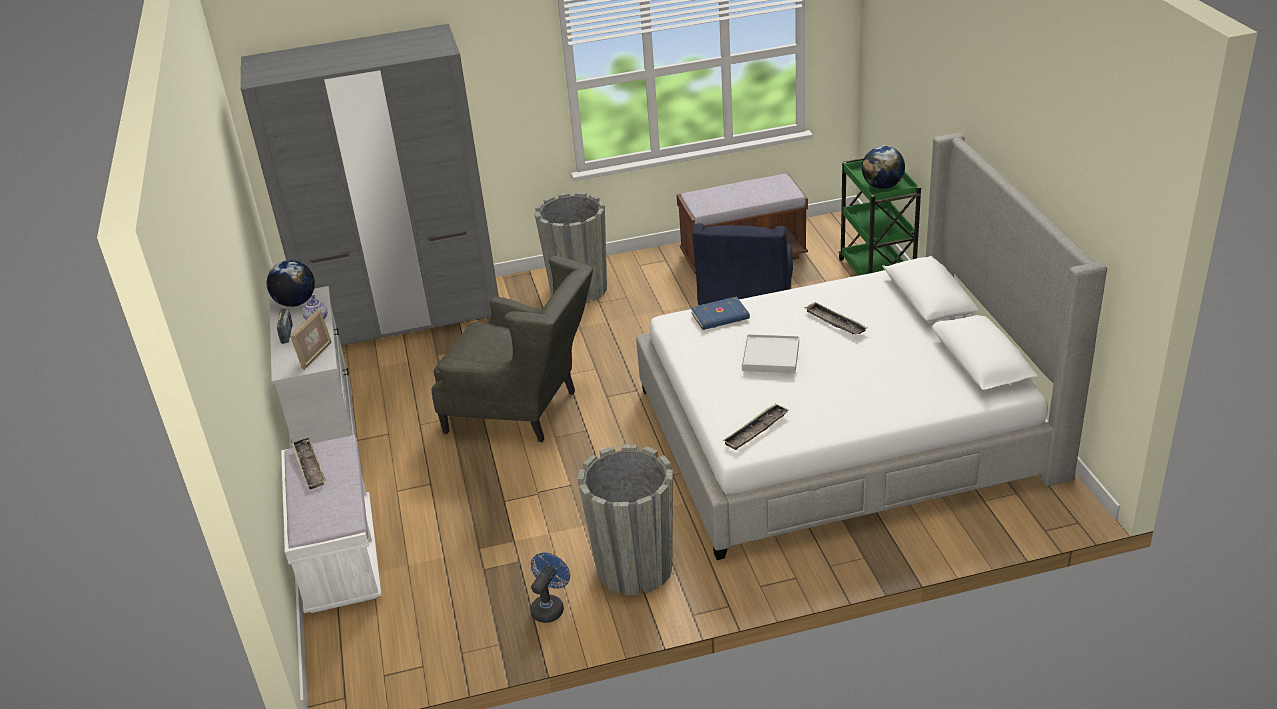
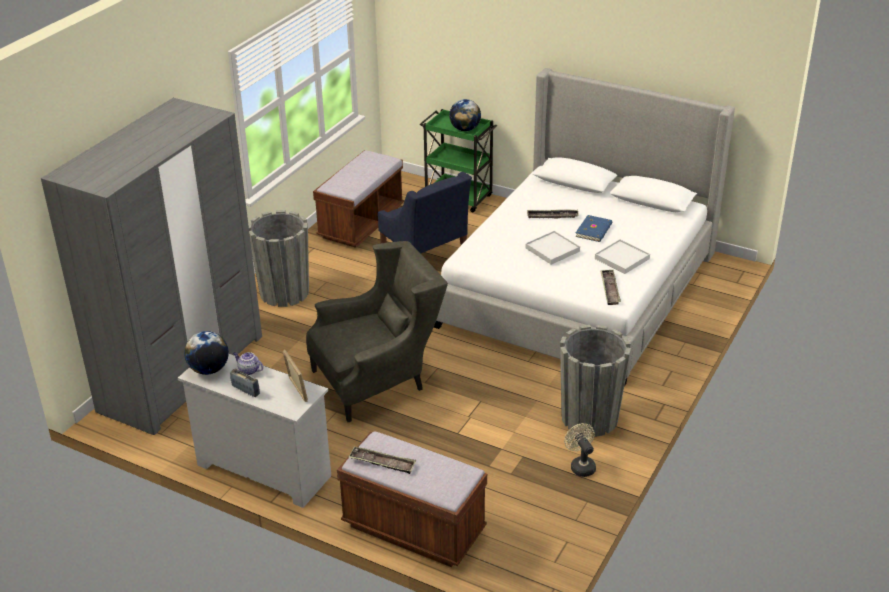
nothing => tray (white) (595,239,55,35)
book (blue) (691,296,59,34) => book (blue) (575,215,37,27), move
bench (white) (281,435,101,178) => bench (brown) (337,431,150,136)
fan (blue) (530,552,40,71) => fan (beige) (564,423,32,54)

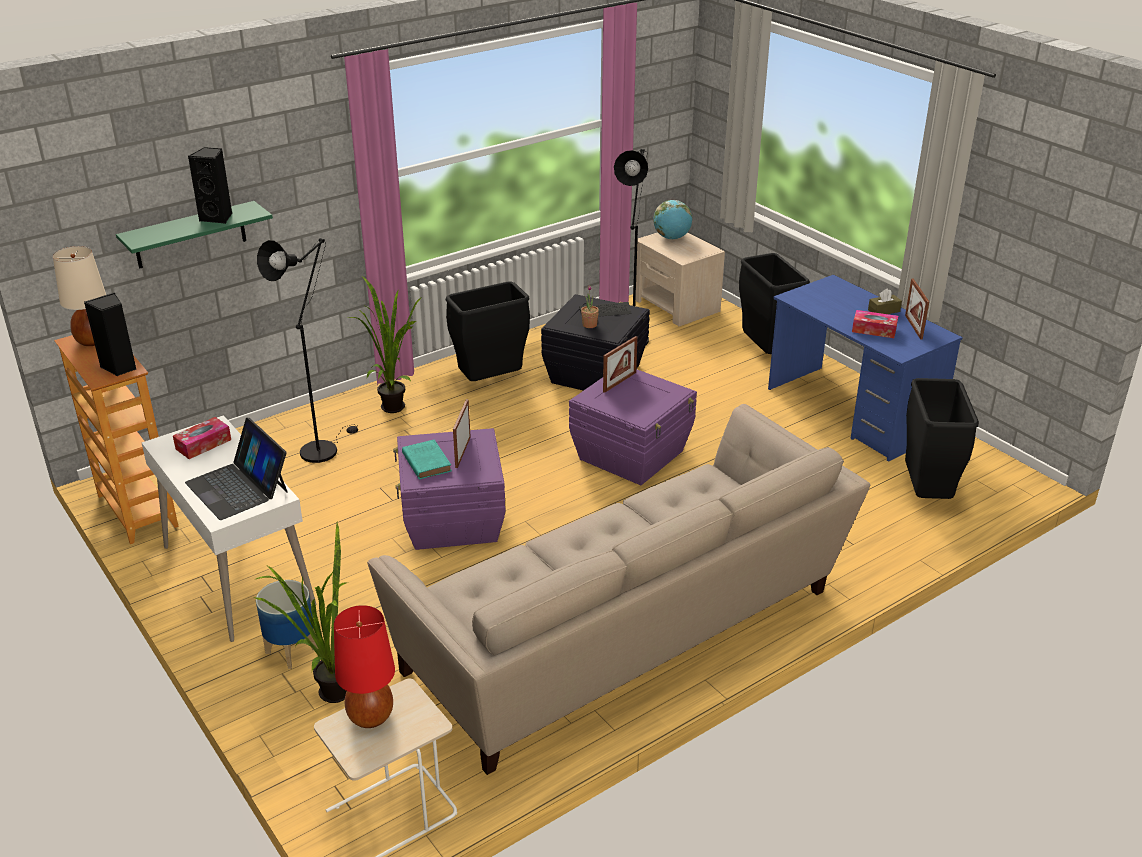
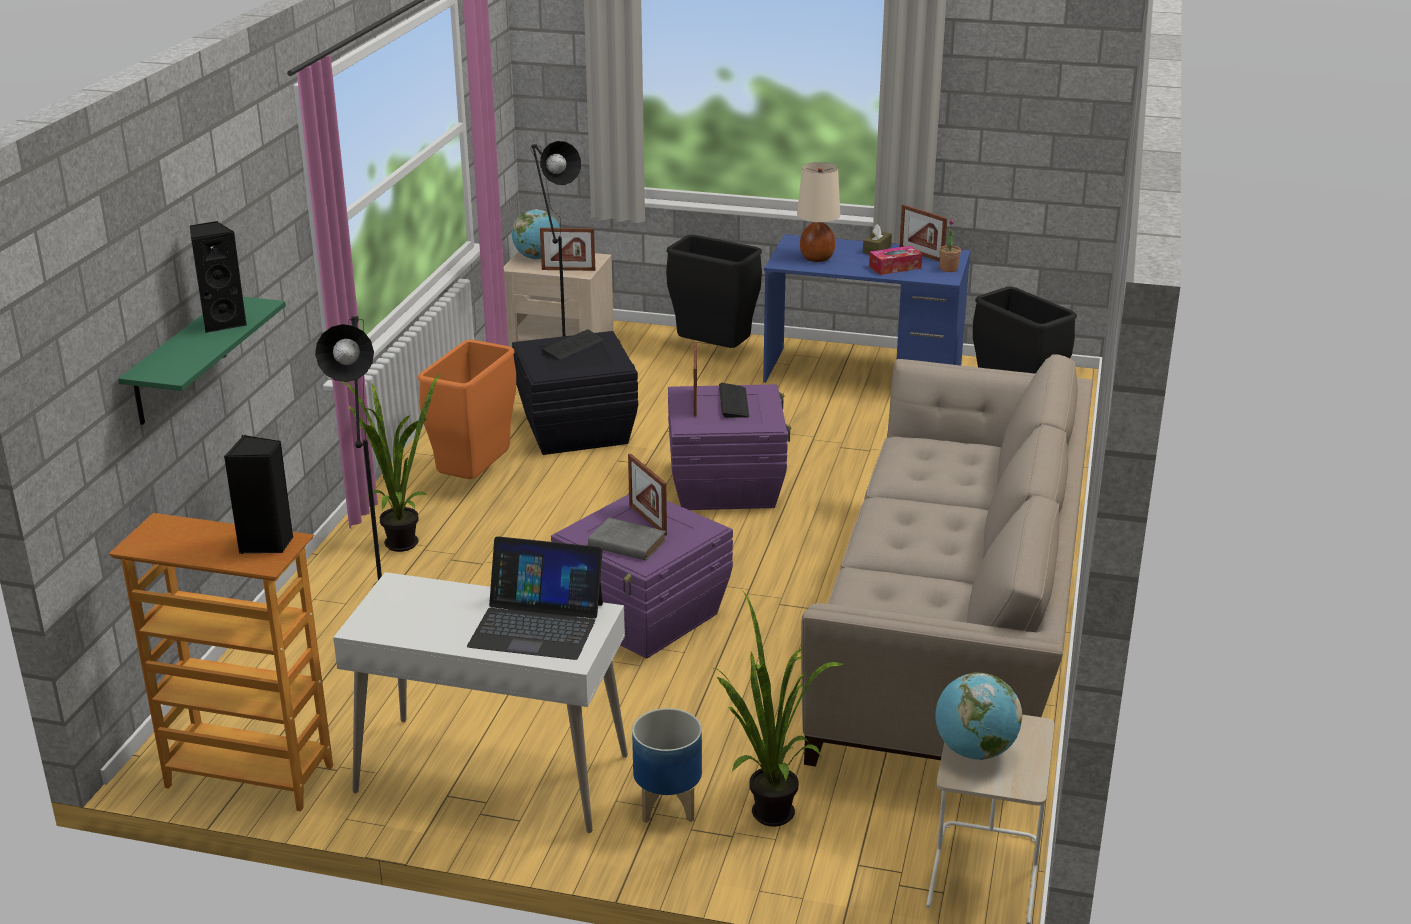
tissue box (173,417,58,42) => nothing
nothing => picture frame (540,228,55,43)
nothing => keyboard (719,383,30,35)
table lamp (beige) (53,246,53,100) => table lamp (beige) (797,162,43,100), move
potted plant (581,285,18,43) => potted plant (939,218,22,54), move
table lamp (red) (334,605,61,123) => globe (935,673,87,87)
book (turquoise) (402,440,50,39) => book (grey) (588,518,78,43)
trash can (black) (445,281,85,100) => trash can (orange) (418,340,98,139)

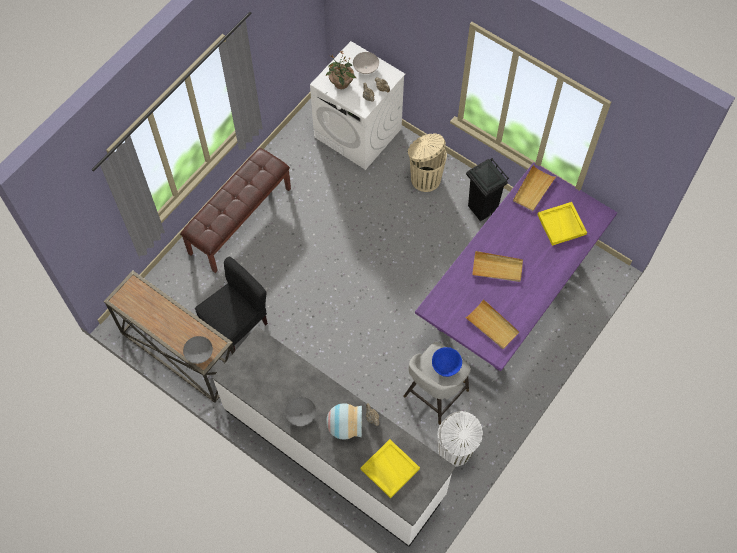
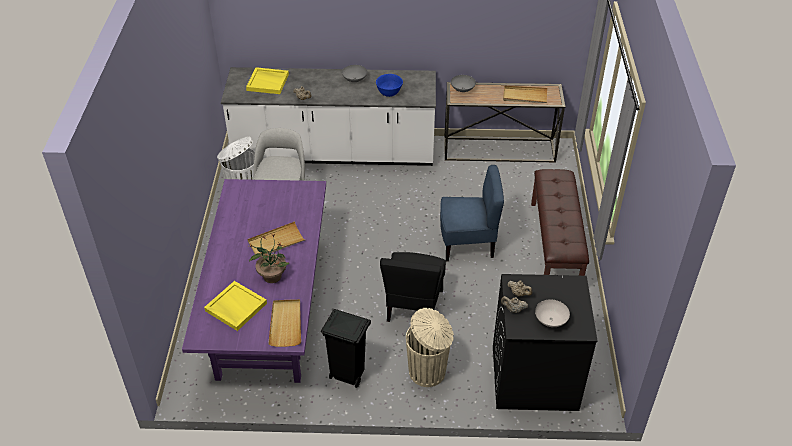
vase (326,403,36,36) => nothing
nothing => chair (blue) (440,165,64,97)
chair (black) (195,256,73,97) => chair (black) (380,252,66,70), move
potted plant (326,50,30,39) => potted plant (248,234,41,49), move
bowl (blue) (432,347,30,30) => bowl (blue) (376,74,27,23), move
tray (beige) (465,299,54,50) => tray (beige) (503,86,45,17), move
washing machine (white) (310,41,95,129) => washing machine (black) (493,274,105,137)

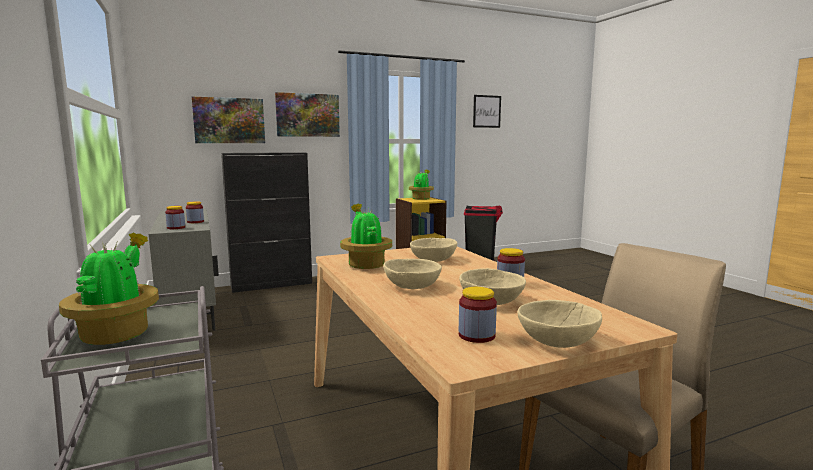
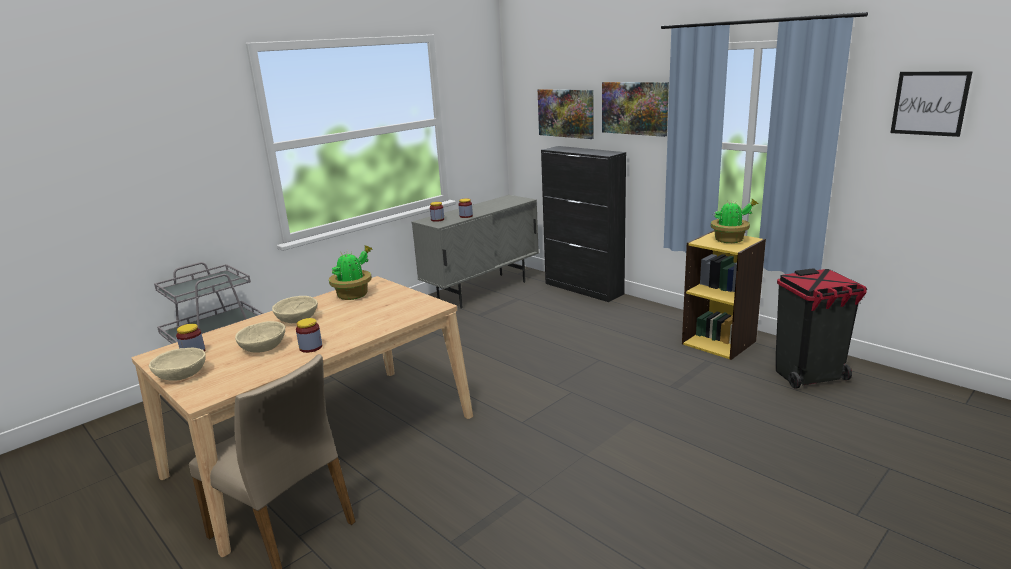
potted plant (59,233,100,112) => nothing
bowl (beige) (410,238,47,24) => nothing

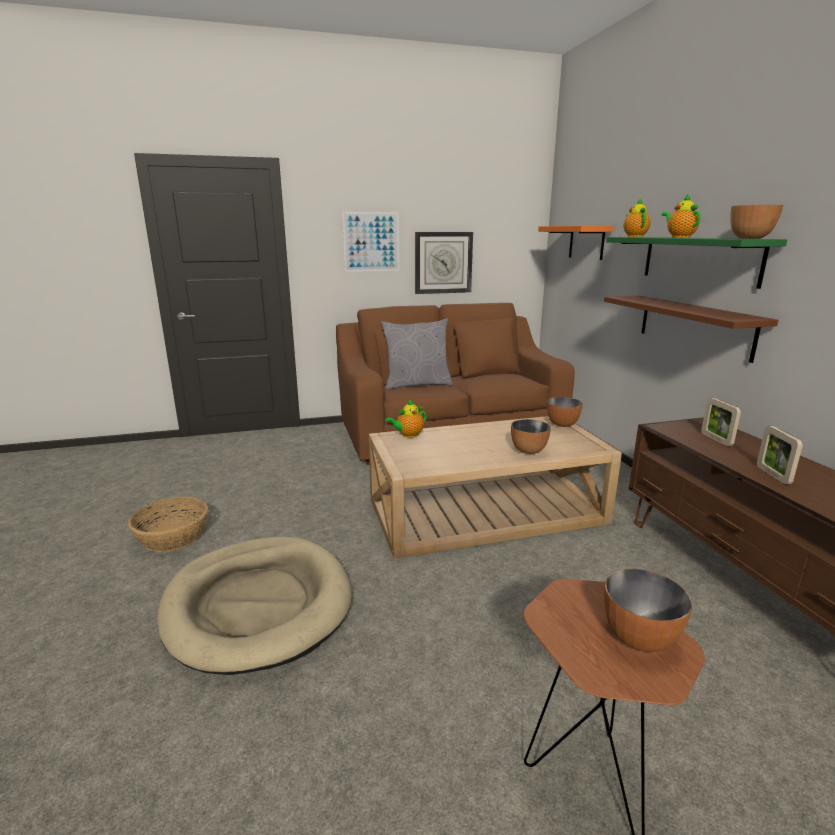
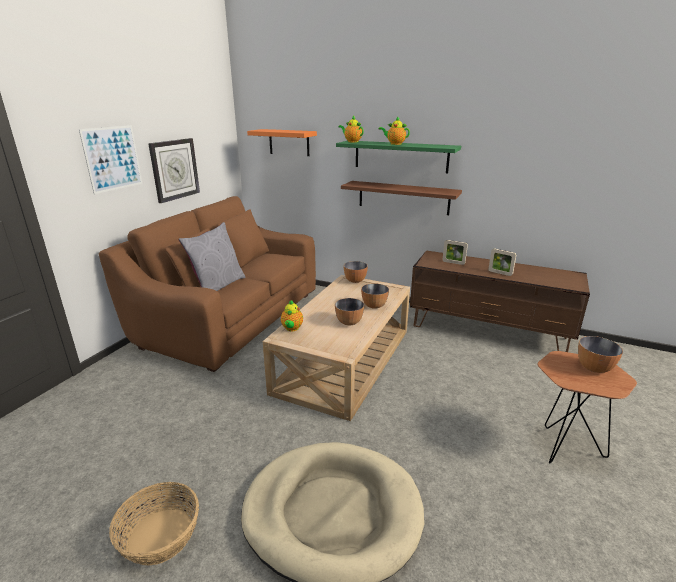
bowl (730,205,53,34) => bowl (335,298,29,27), move

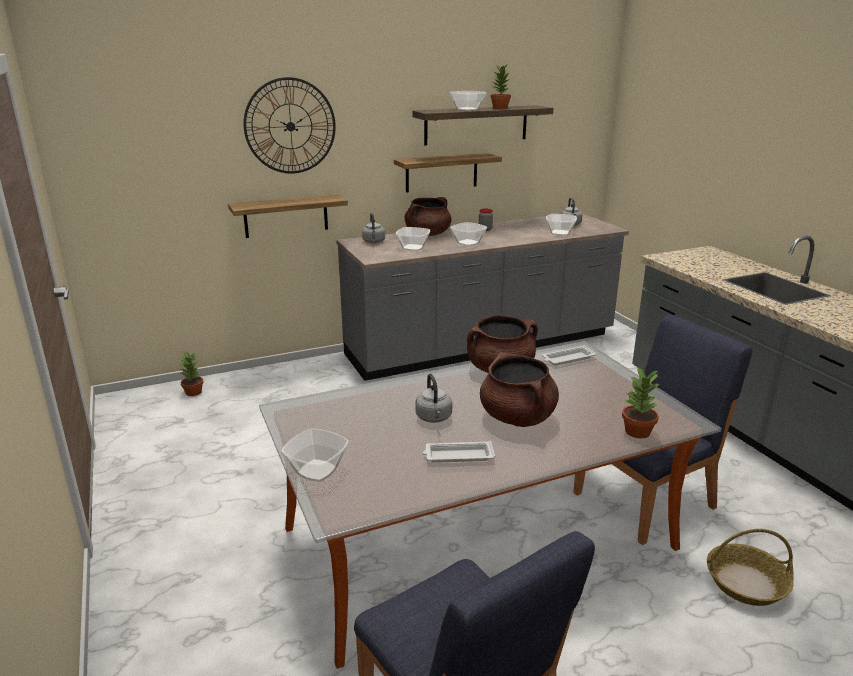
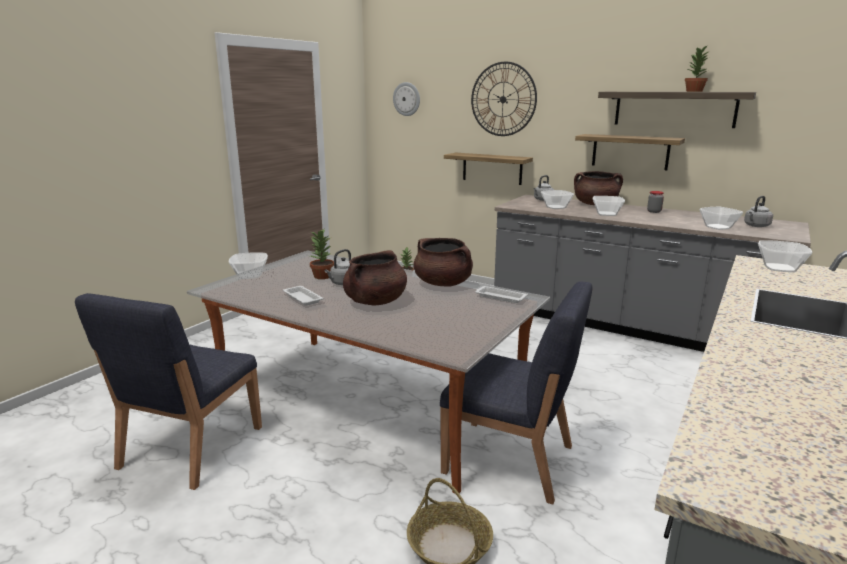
nothing => wall clock (393,82,27,34)
bowl (449,91,37,20) => bowl (758,240,54,32), move
potted plant (622,366,38,72) => potted plant (310,229,24,50), move

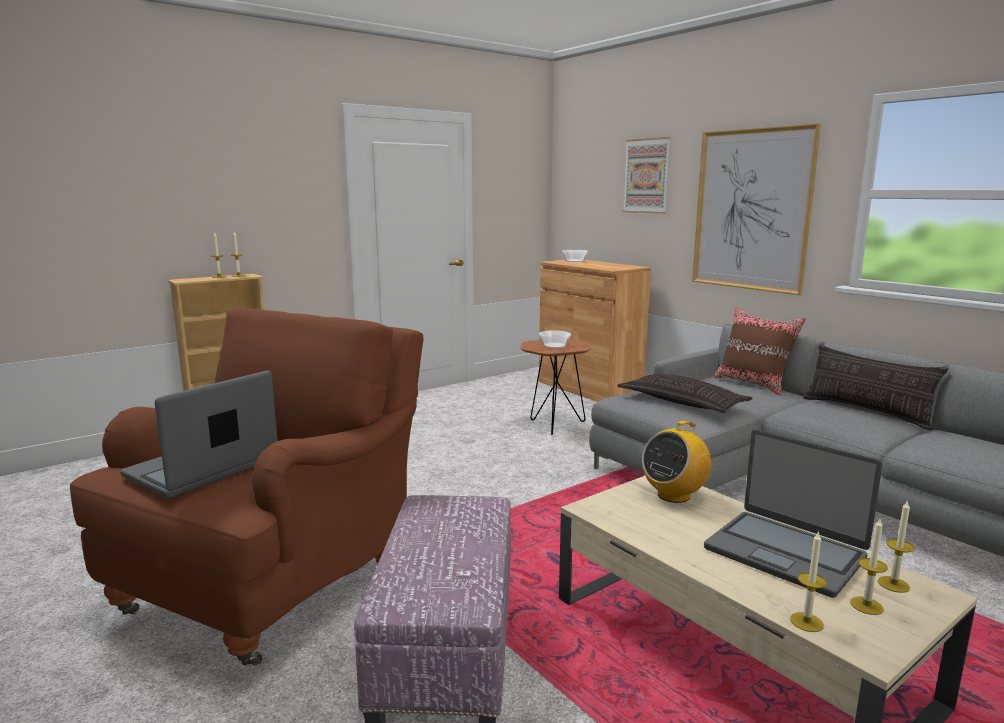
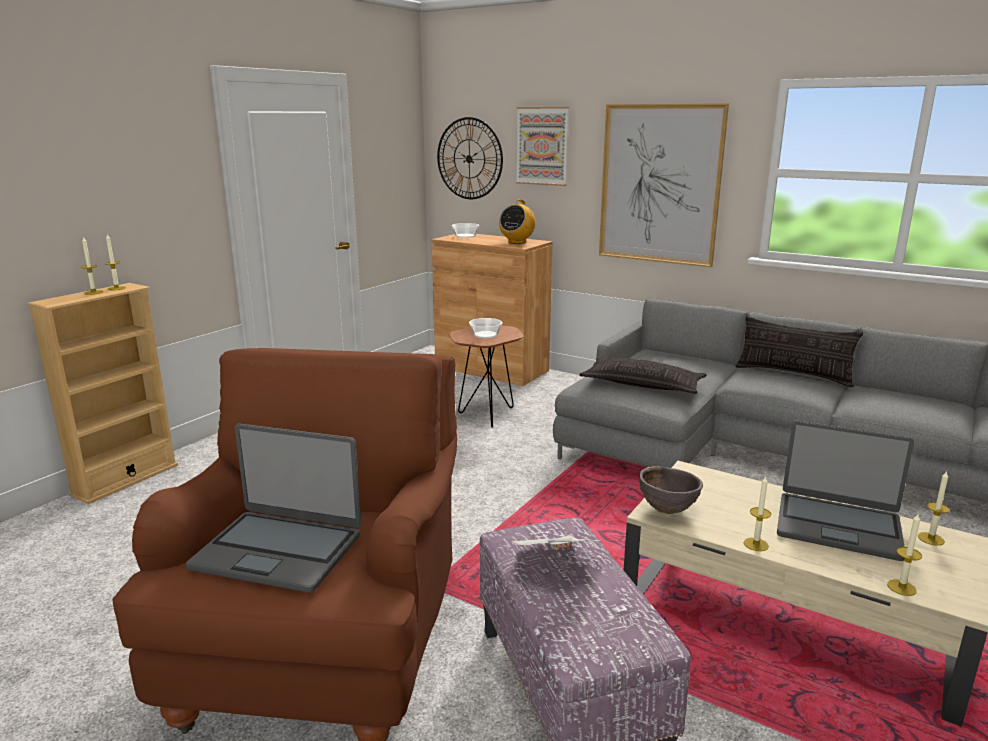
pillow (brown) (714,308,91,87) => nothing
nothing => wall clock (437,117,66,82)
nothing => newspaper (511,536,93,15)
nothing => bowl (brown) (639,466,64,48)
radio (642,421,69,82) => radio (499,200,37,44), move
candle (850,517,38,98) => candle (744,476,27,75), move
laptop (120,370,158,128) => laptop (186,424,175,169), 90 degrees counterclockwise

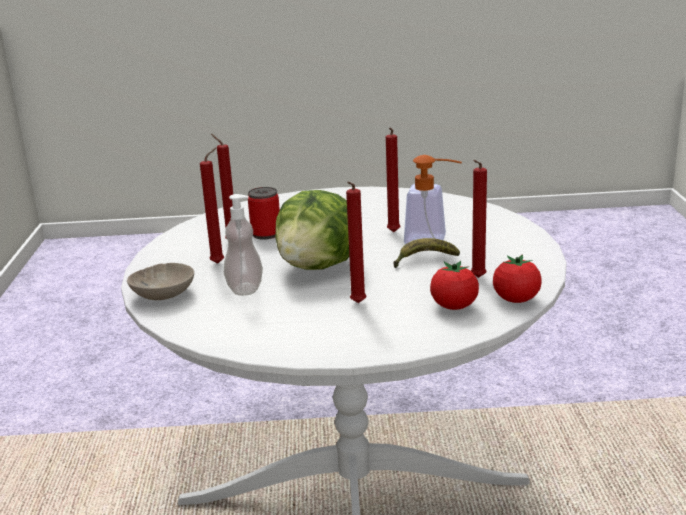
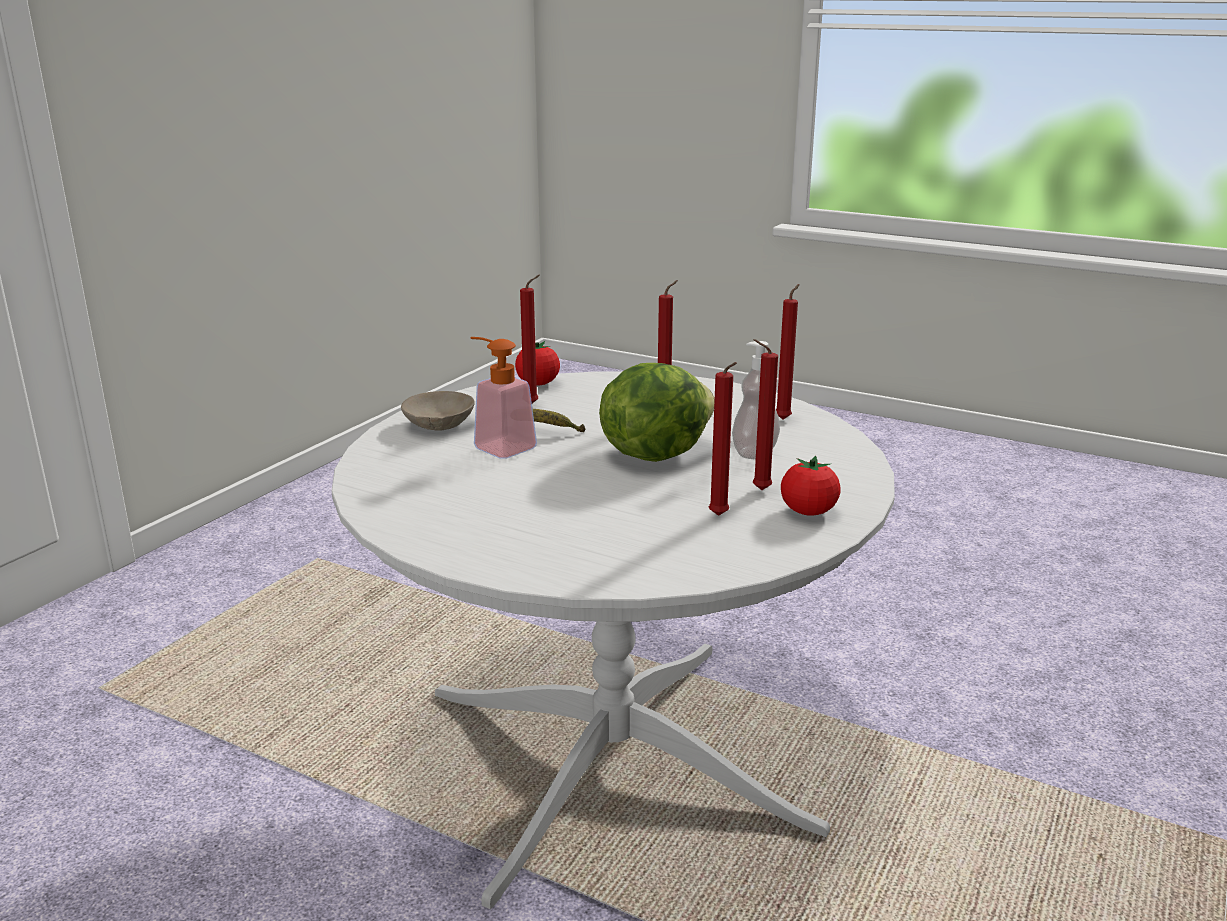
can (248,187,32,53) => nothing
bowl (beige) (127,263,67,37) => bowl (beige) (401,391,74,40), move
candle (red) (386,128,14,104) => candle (red) (776,284,24,136), move
tomato (430,261,49,49) => tomato (781,456,60,60), move

